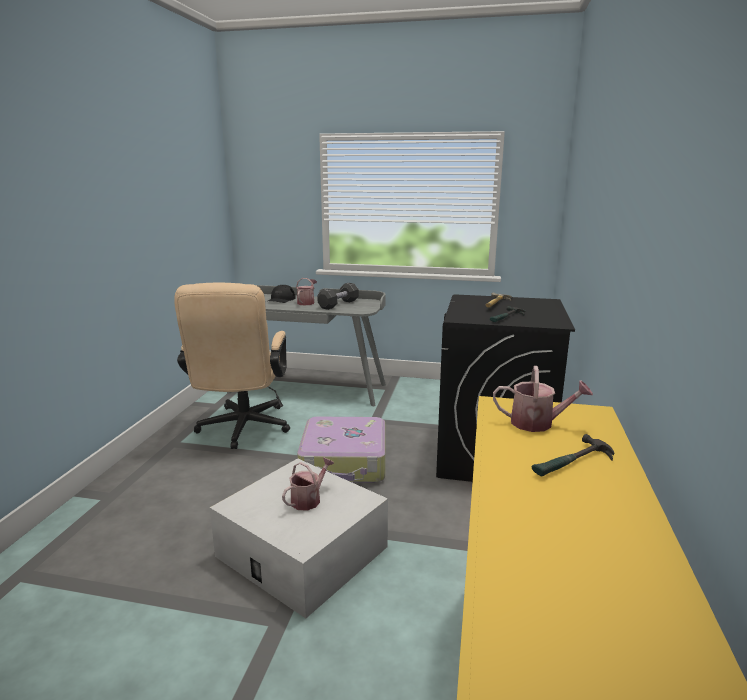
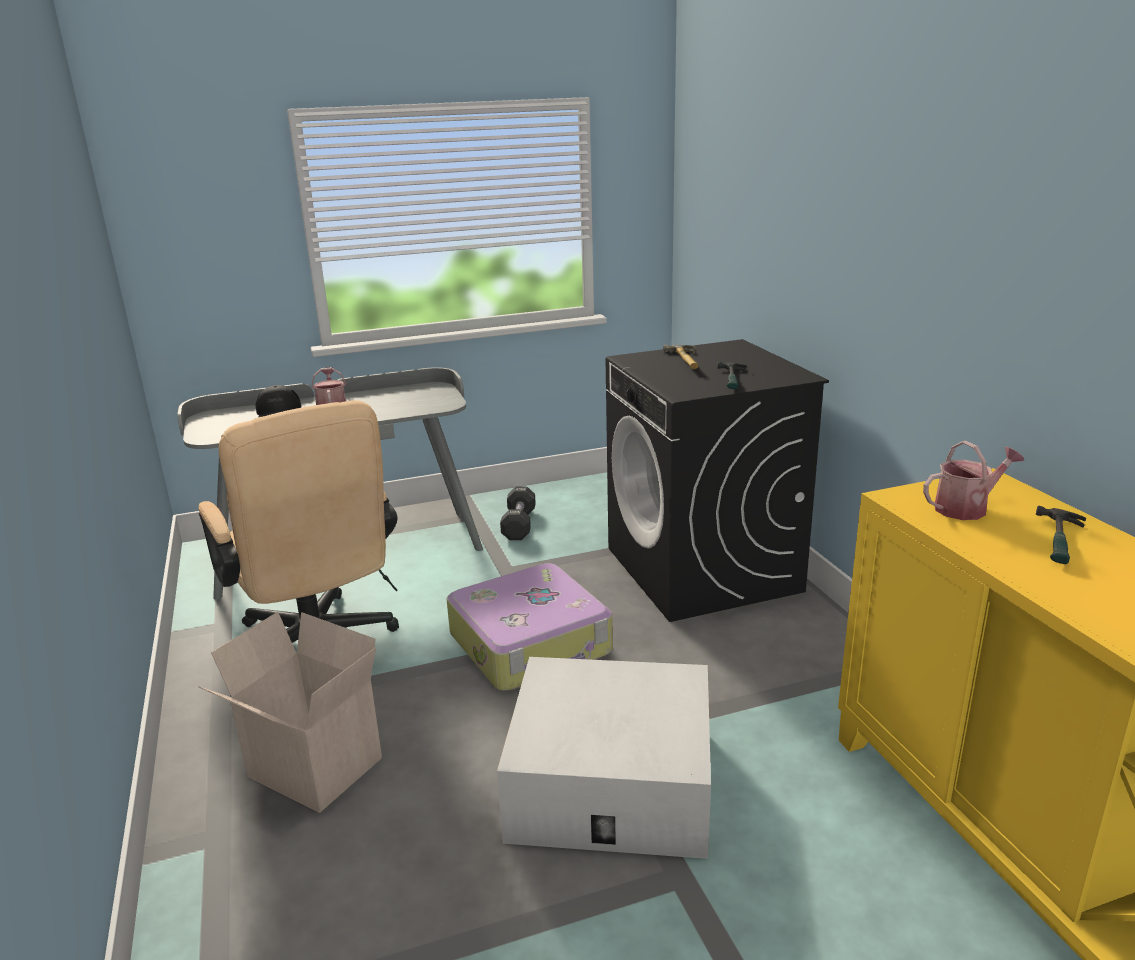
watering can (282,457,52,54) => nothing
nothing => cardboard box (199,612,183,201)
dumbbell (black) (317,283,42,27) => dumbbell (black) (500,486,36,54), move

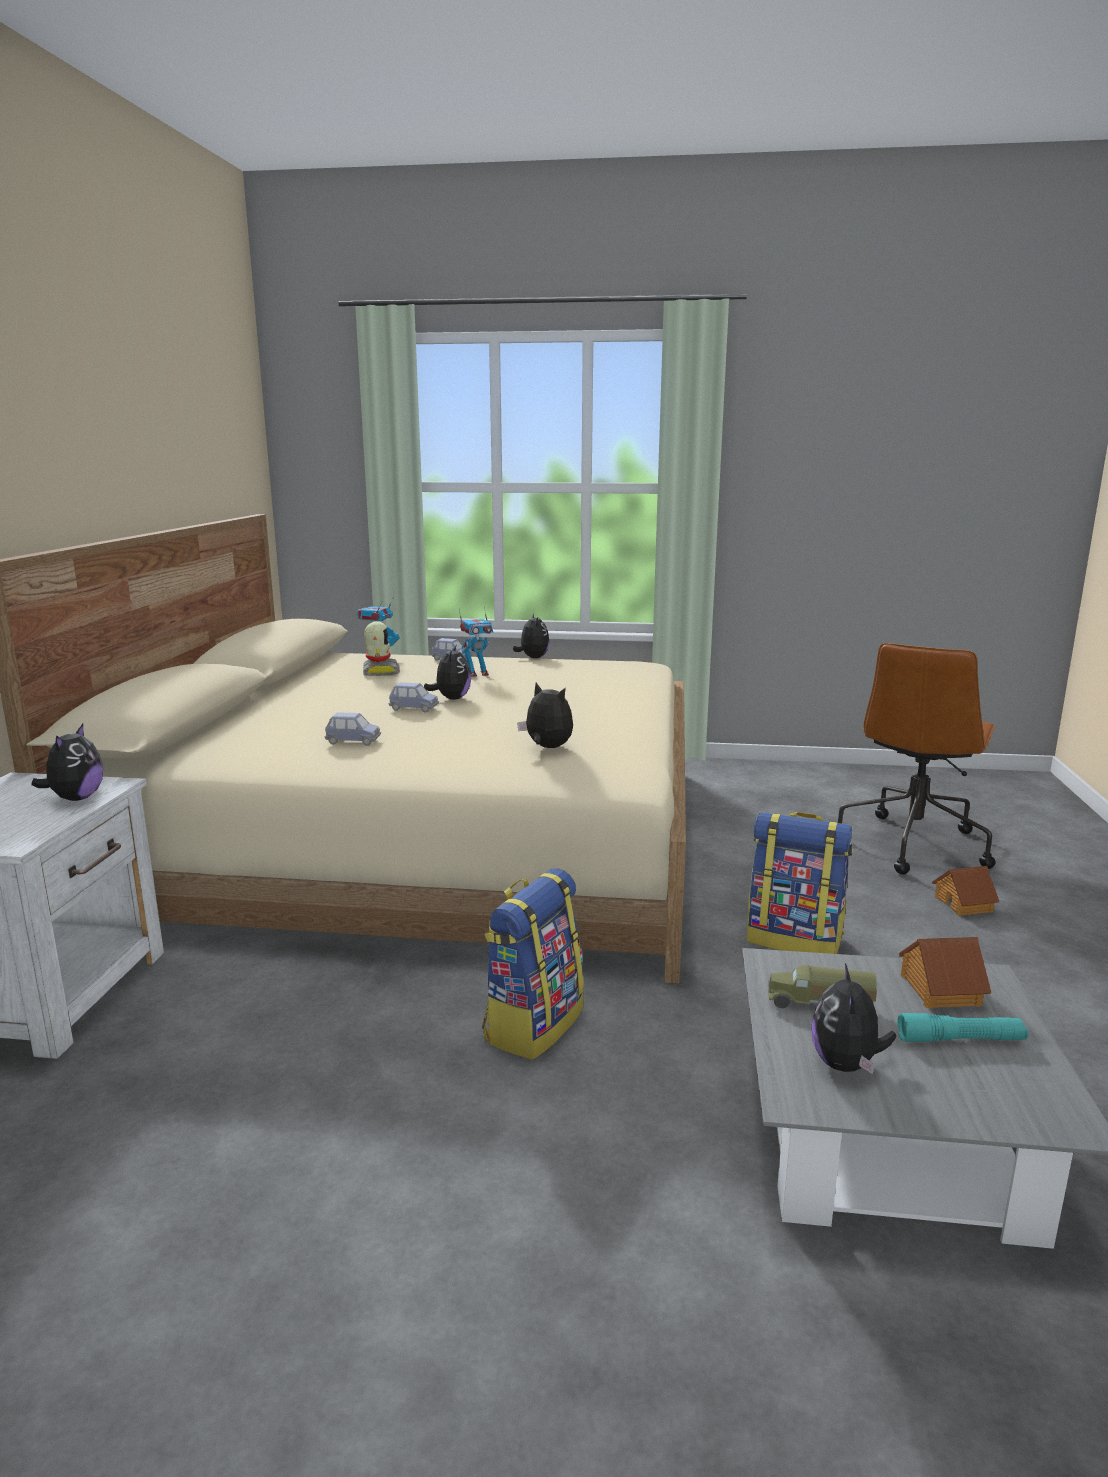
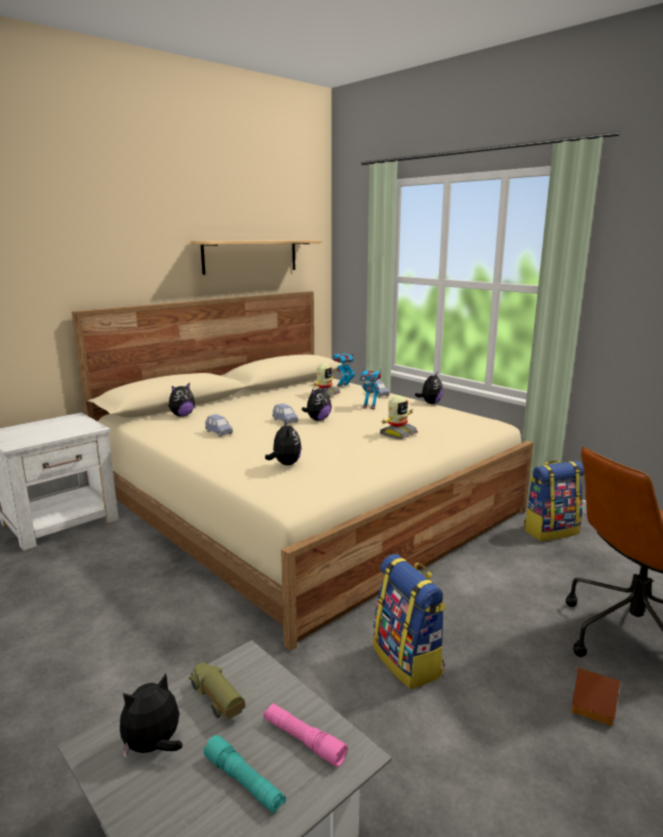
nothing => shelf (189,240,133,35)
nothing => toy robot (380,395,38,44)
plush toy (31,724,72,77) => plush toy (168,382,27,35), move
backpack (482,868,102,192) => backpack (524,460,60,81), move
toy house (899,937,92,71) => flashlight (pink) (263,703,85,64)

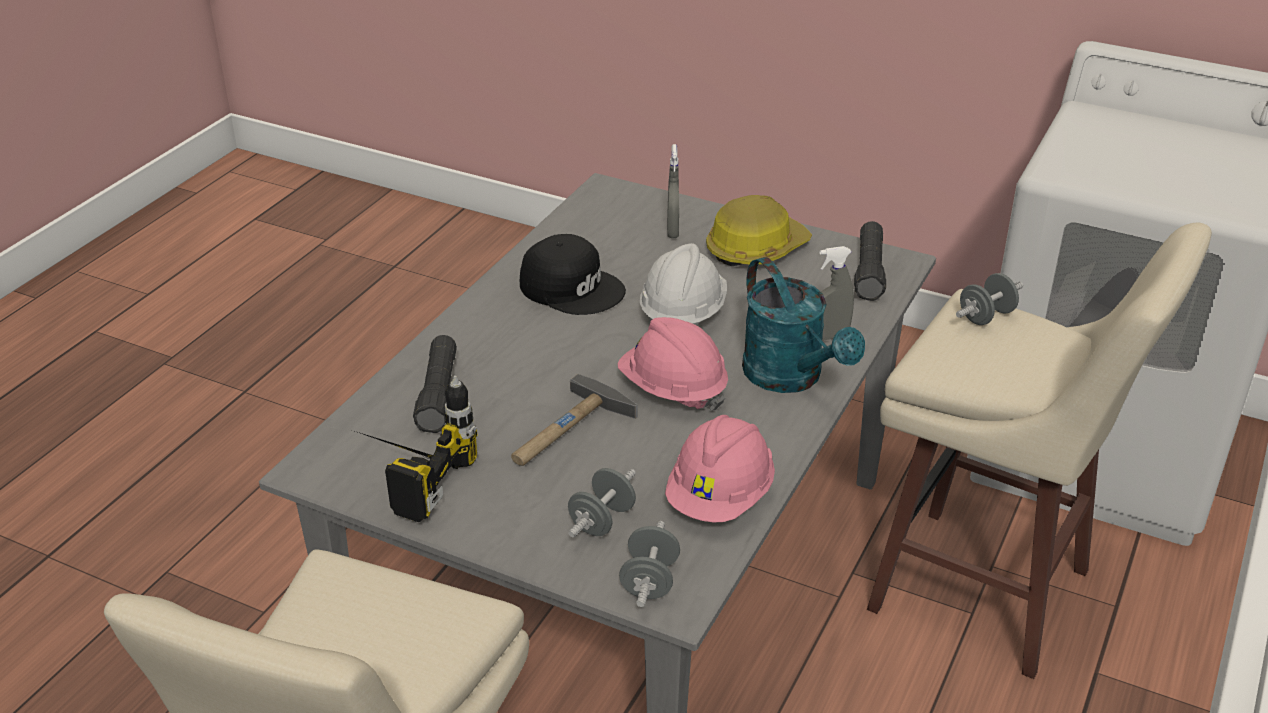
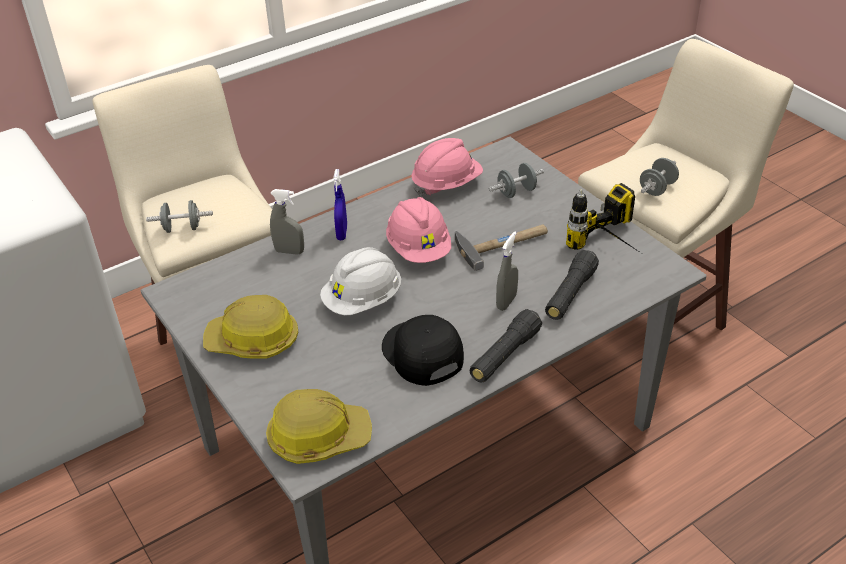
nothing => hard hat (266,389,106,75)
dumbbell (grey) (619,521,61,86) => dumbbell (grey) (640,158,39,38), move
spray bottle (grey) (667,144,12,94) => spray bottle (grey) (496,231,22,80), move
flashlight (black) (854,221,32,80) => flashlight (black) (469,309,73,73), move
watering can (turquoise) (742,257,123,136) => spray bottle (blue) (333,169,14,71)

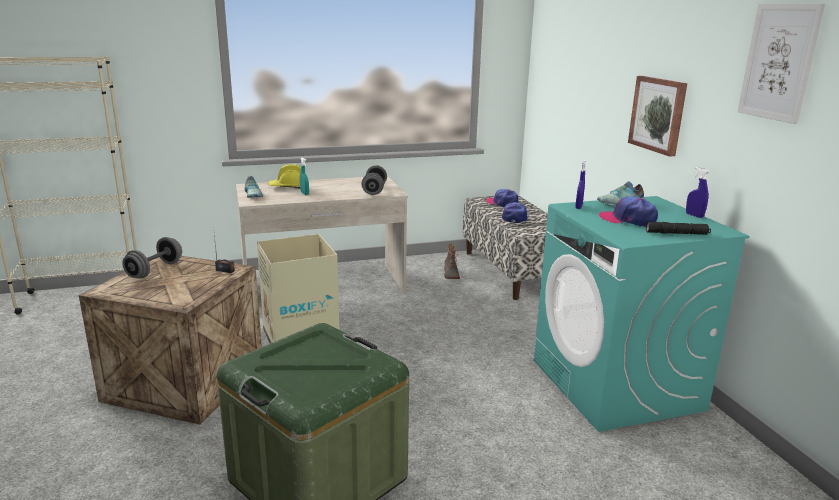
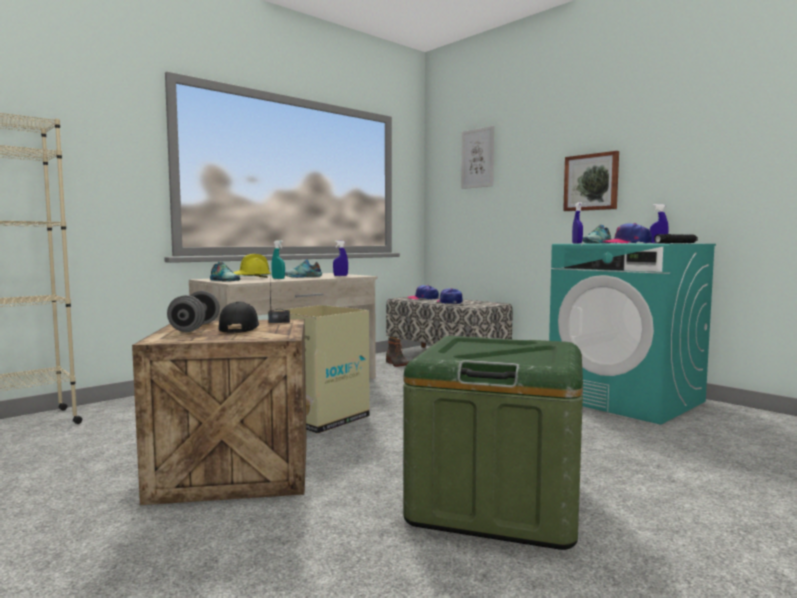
nothing => cap (black) (218,301,41,32)
nothing => shoe (285,259,37,19)
picture (738,3,87,121) => picture (461,126,33,63), move
dumbbell (grey) (362,165,25,30) => spray bottle (blue) (333,240,15,36)

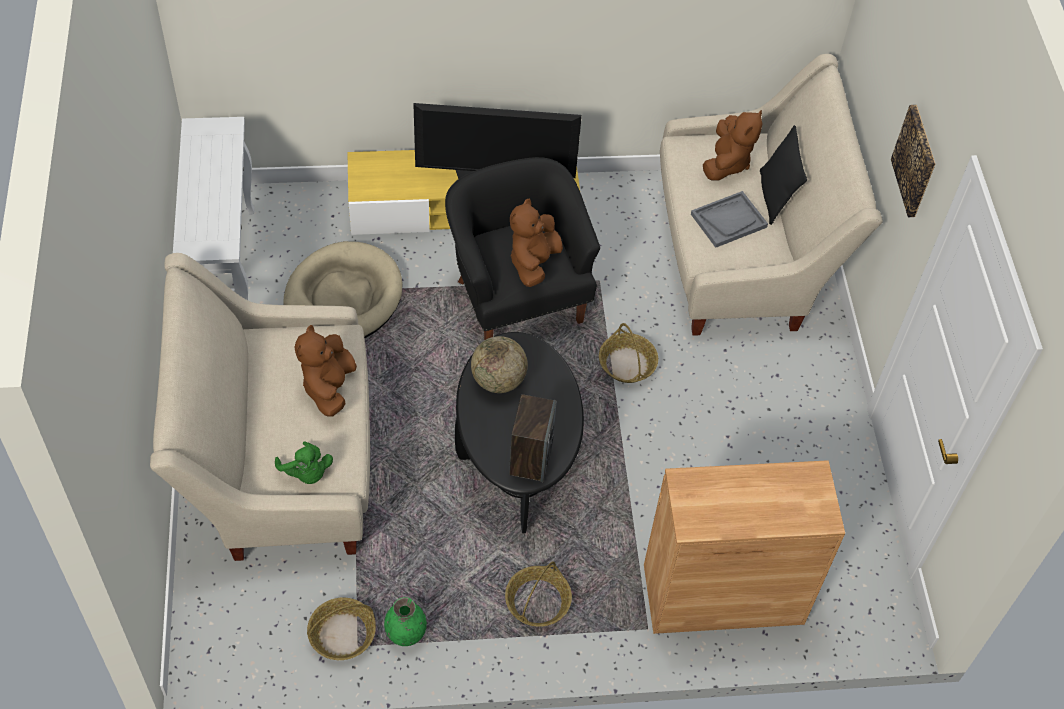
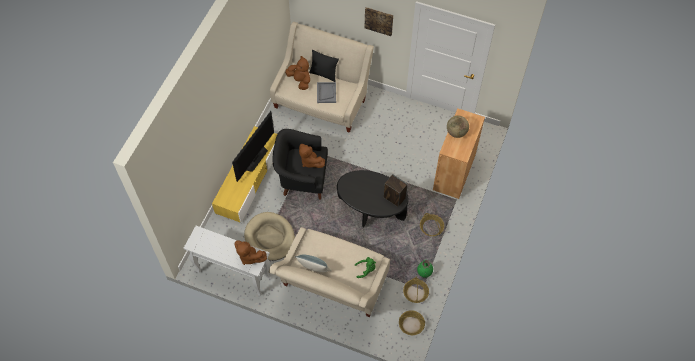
nothing => pillow (295,255,37,17)
plush toy (brown) (294,325,63,92) => plush toy (brown) (234,240,33,25), move
globe (471,336,57,57) => globe (447,115,22,23), move
basket (599,323,59,60) => basket (399,310,26,25), move

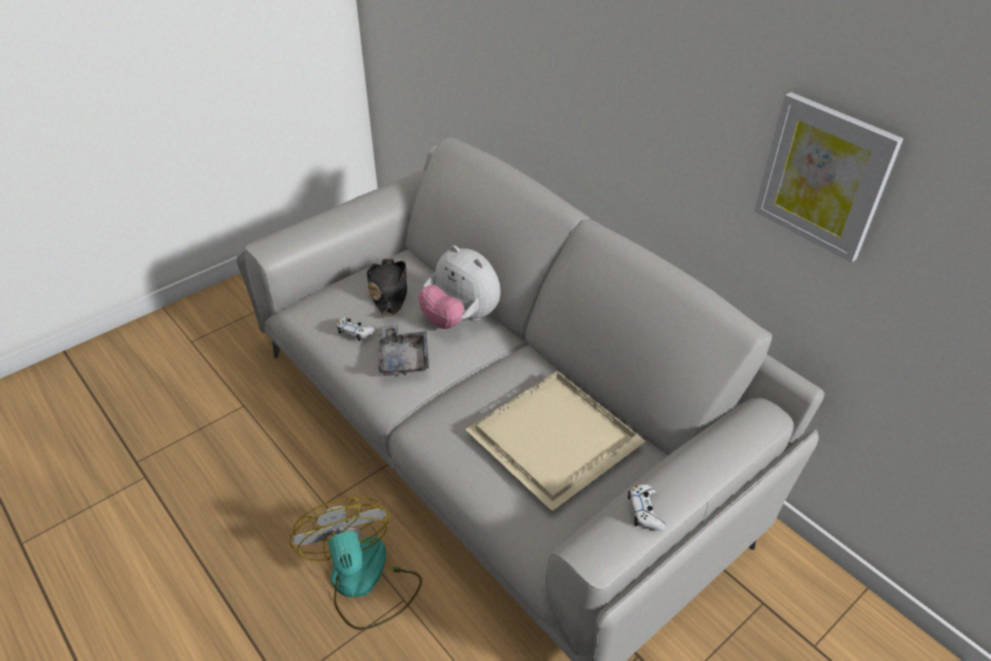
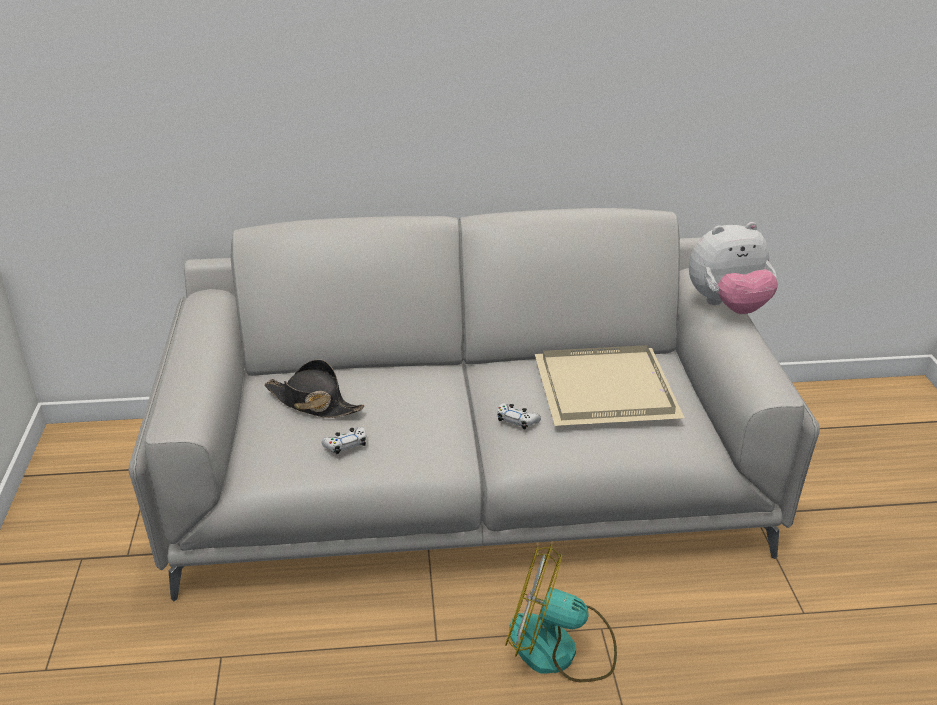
tray (grey) (378,325,51,51) => nothing
picture (754,92,149,171) => nothing
plush toy (418,245,83,84) => plush toy (689,222,89,92), move
game controller (white) (628,484,38,47) => game controller (white) (497,403,44,26), move

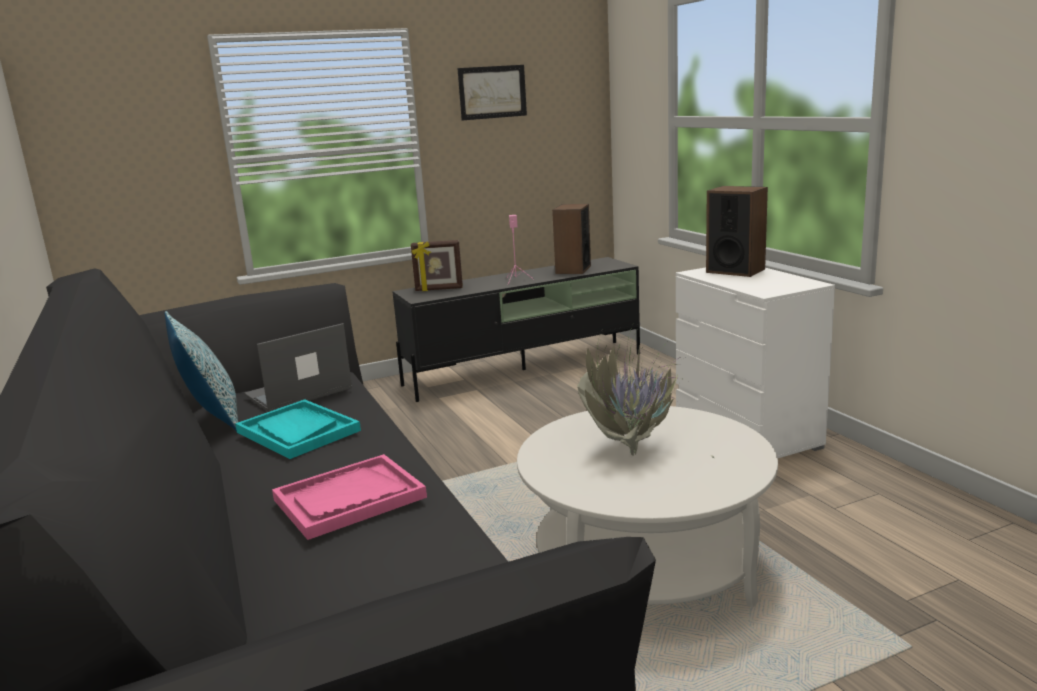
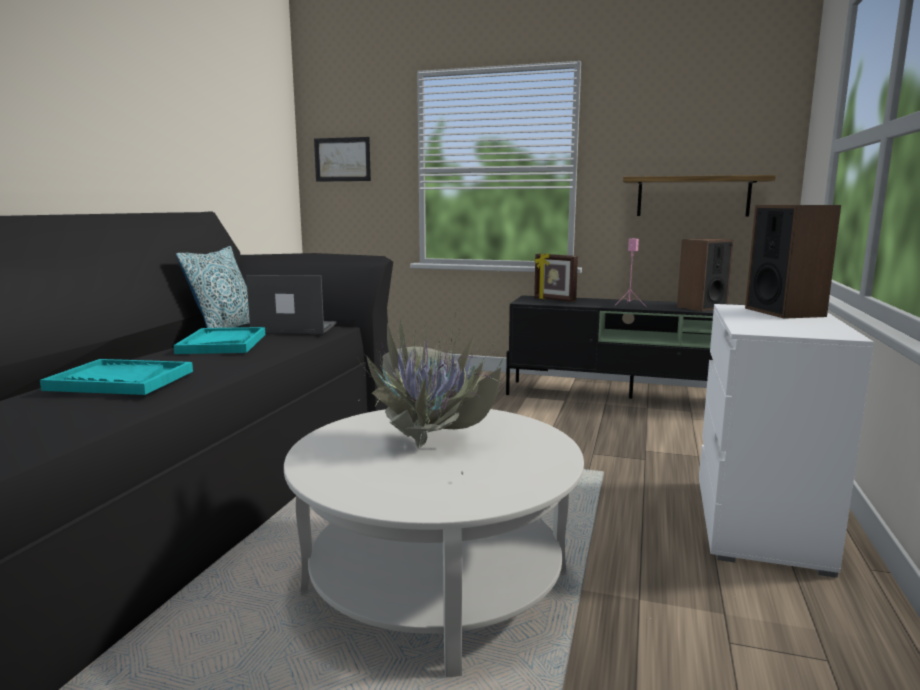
nothing => shelf (623,175,153,42)
picture (457,65,70,55) => picture (314,137,57,45), move
tray (pink) (272,454,155,86) => tray (turquoise) (40,359,153,36)

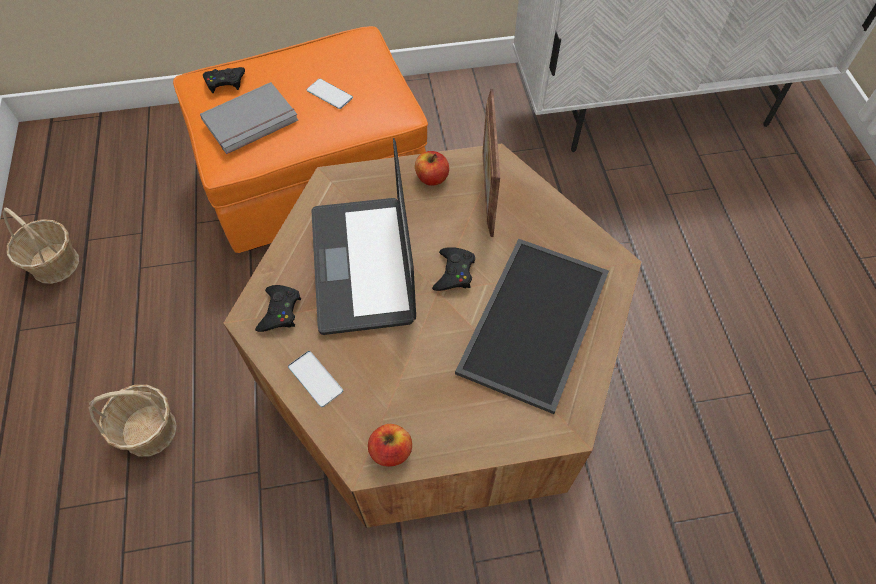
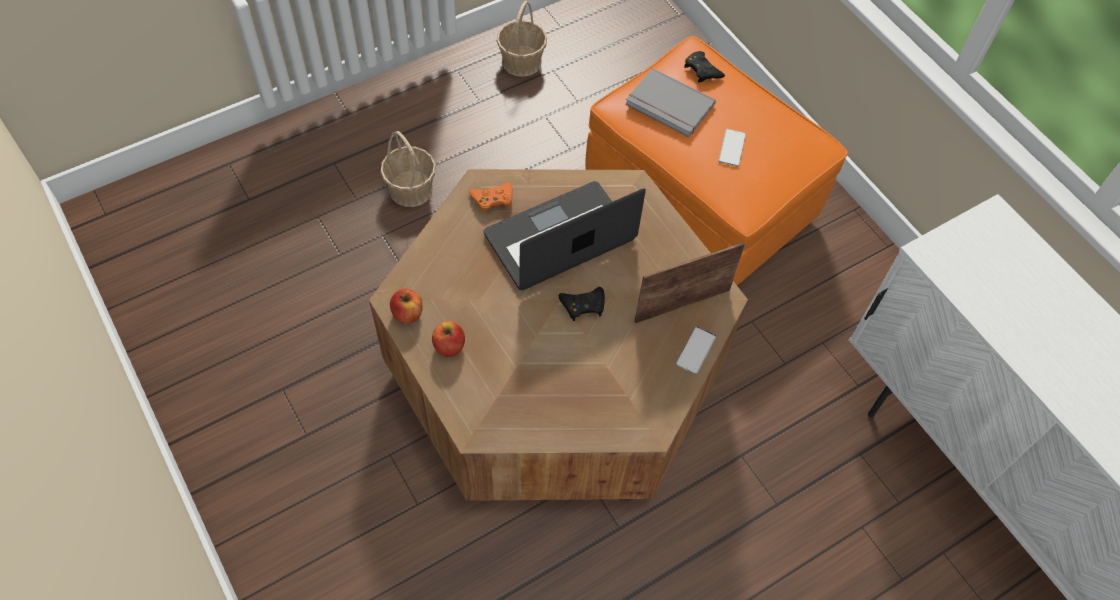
tray (455,239,154,175) => nothing
phone (288,351,55,56) => phone (676,326,40,48), move
apple (415,151,34,35) => apple (432,321,33,36), move
game controller (black) (255,285,46,47) => game controller (orange) (469,182,44,32)

